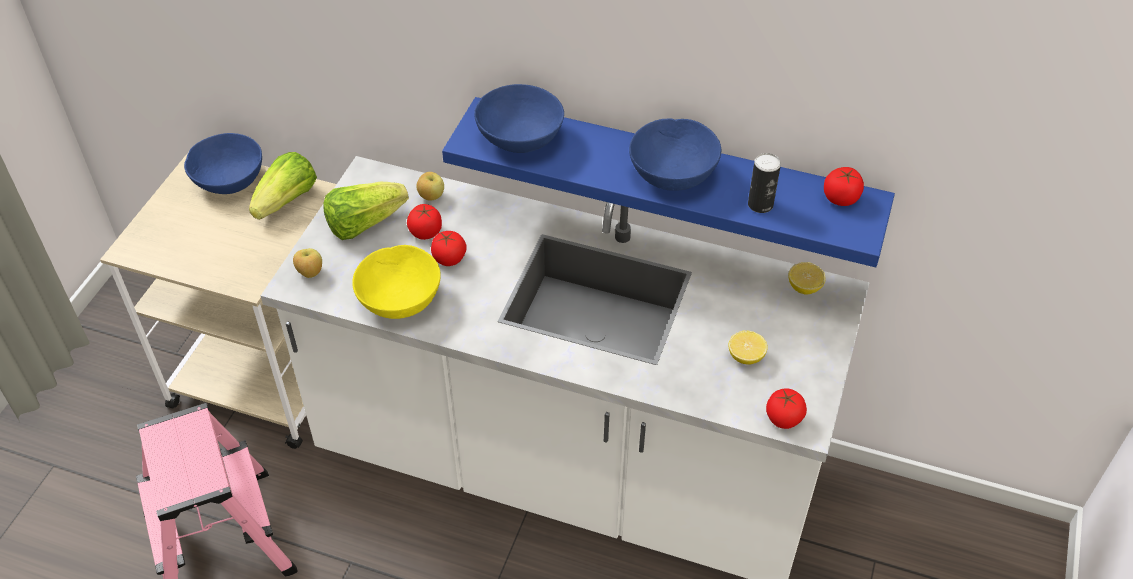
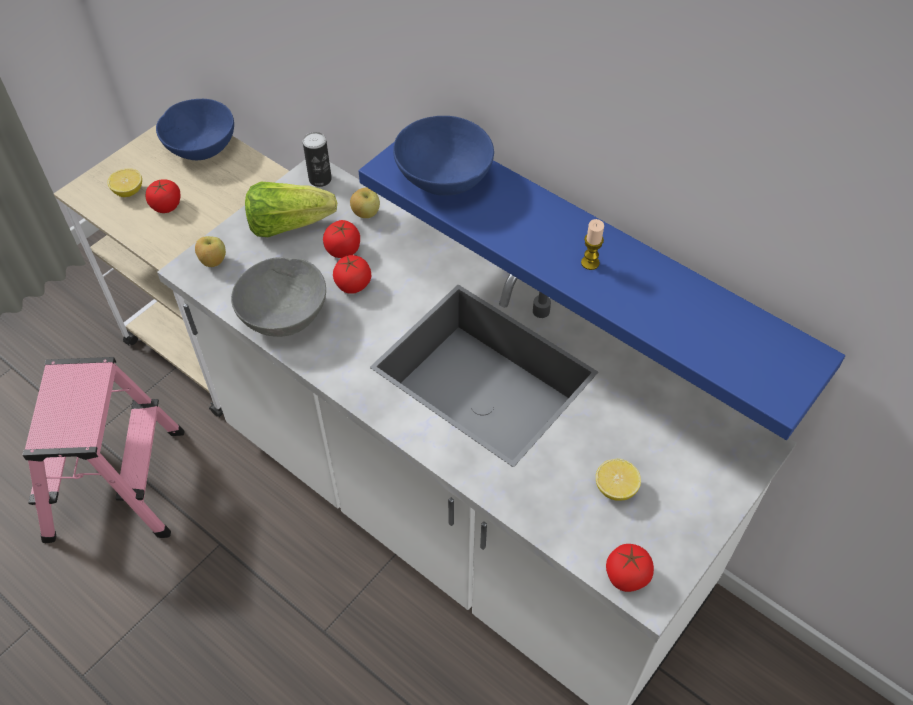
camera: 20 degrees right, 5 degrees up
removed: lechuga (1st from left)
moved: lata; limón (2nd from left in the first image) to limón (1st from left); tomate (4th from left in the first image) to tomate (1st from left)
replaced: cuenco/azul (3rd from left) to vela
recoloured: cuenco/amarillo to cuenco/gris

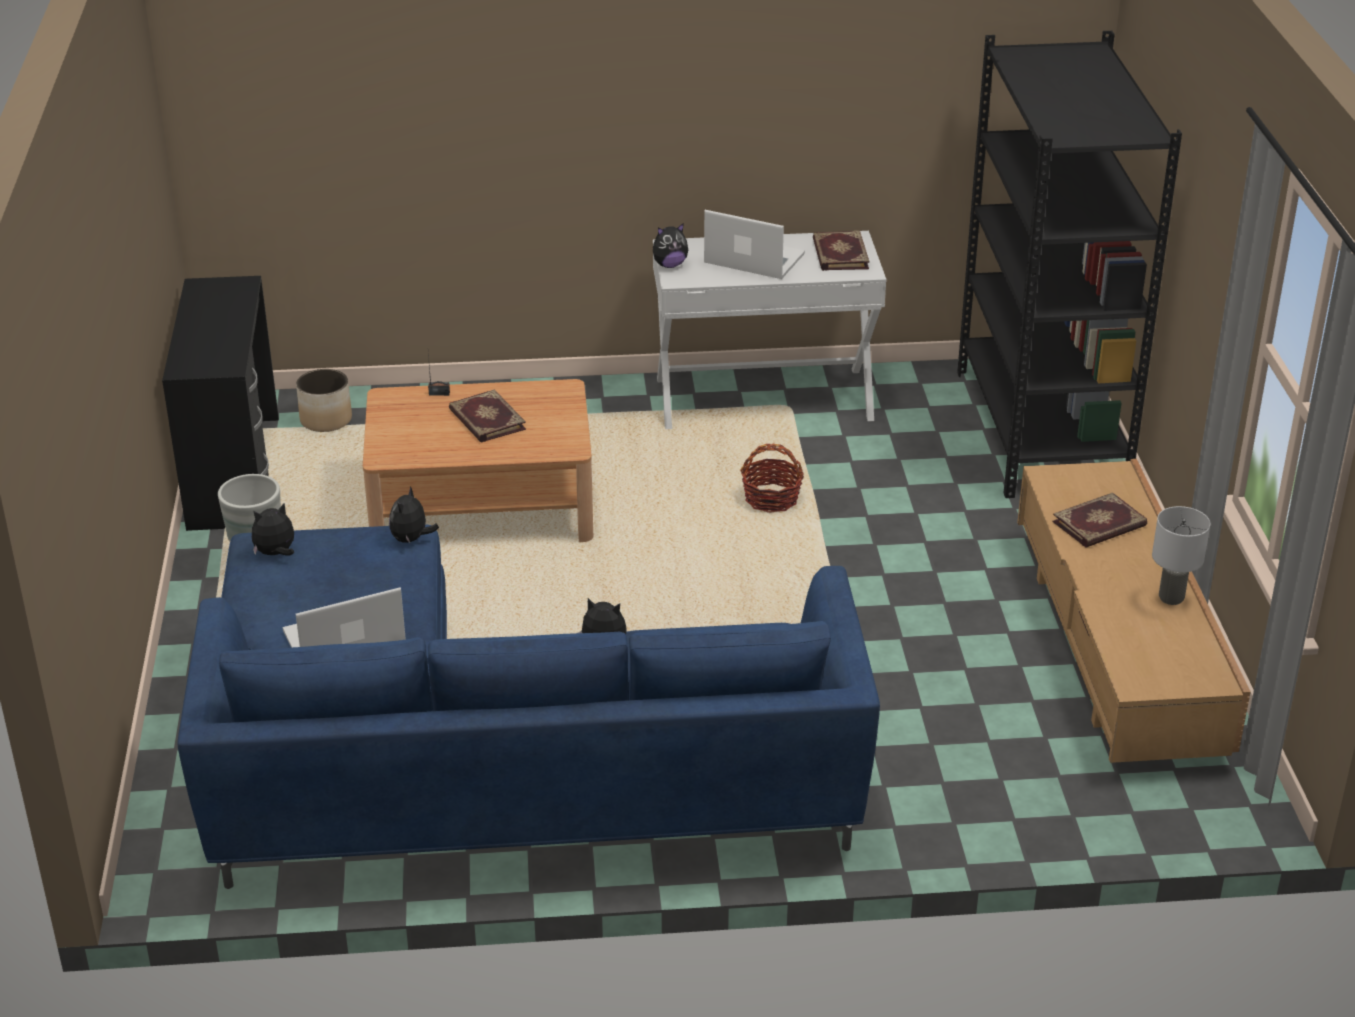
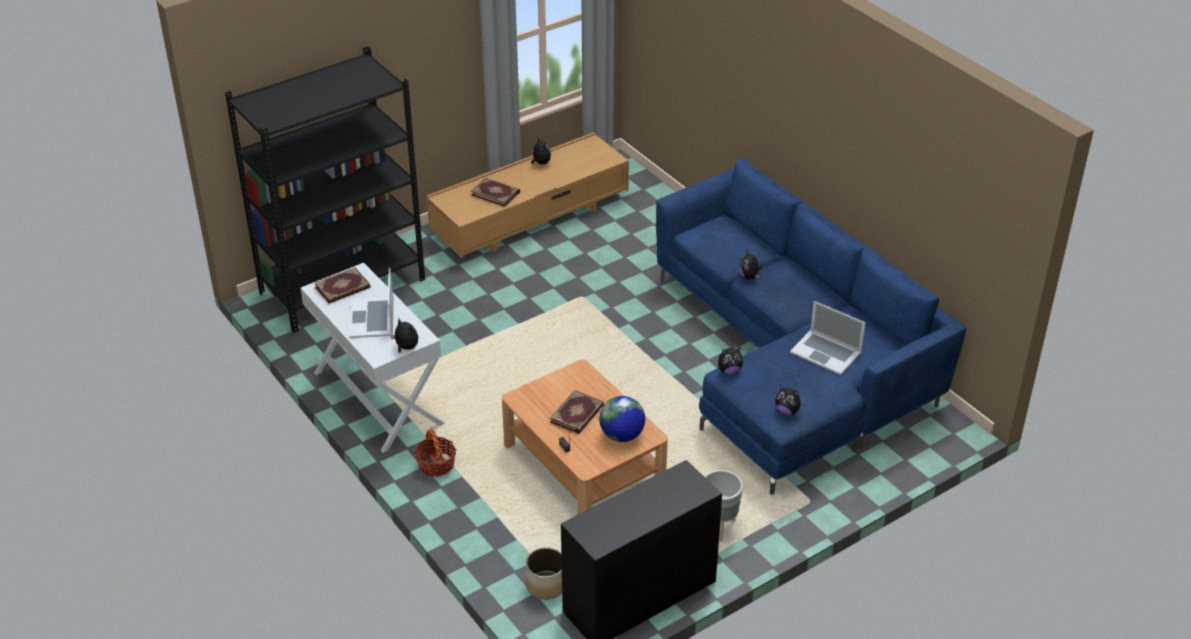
camera: 120 degrees left, 5 degrees up
added: globo terráqueo
moved: cesta
replaced: lámpara de mesa/blanco to peluche (2nd from left)

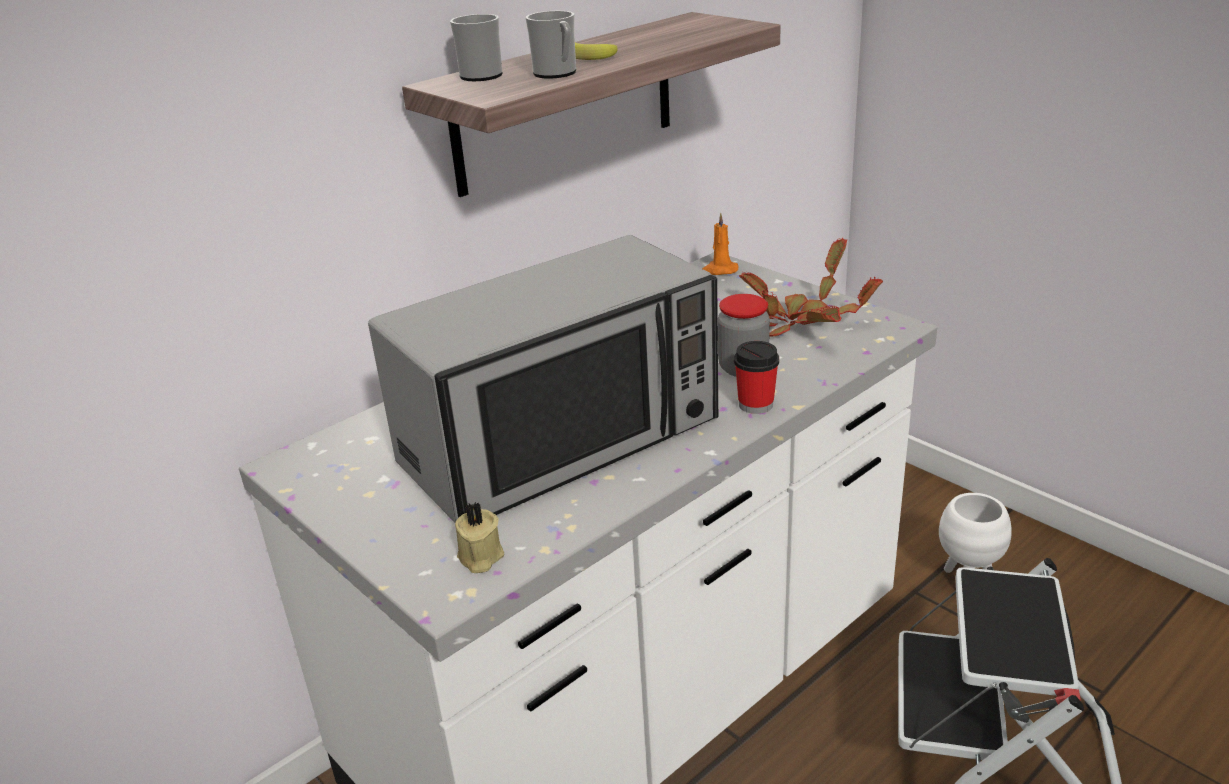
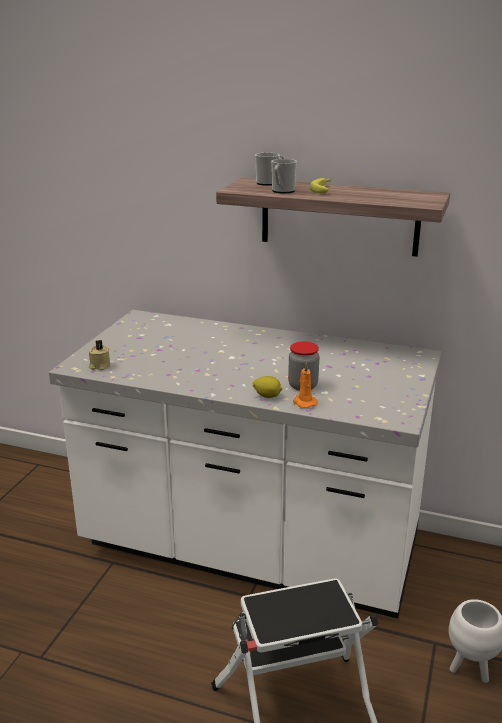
camera: 60 degrees right, 5 degrees down
removed: microondas; planta en maceta
moved: vela/naranja
replaced: taza to limón

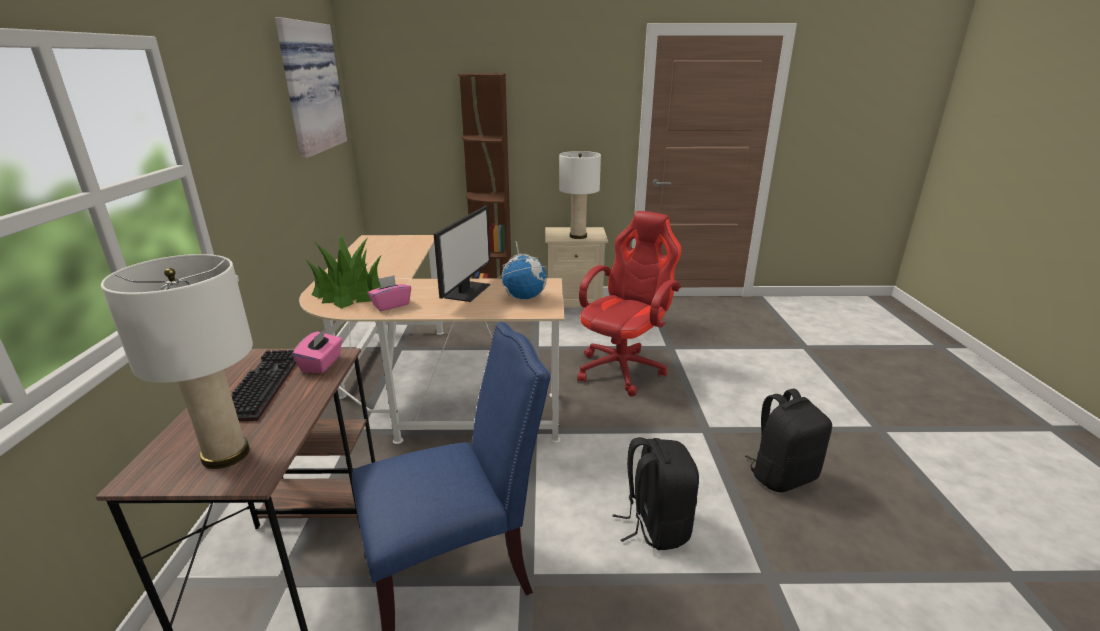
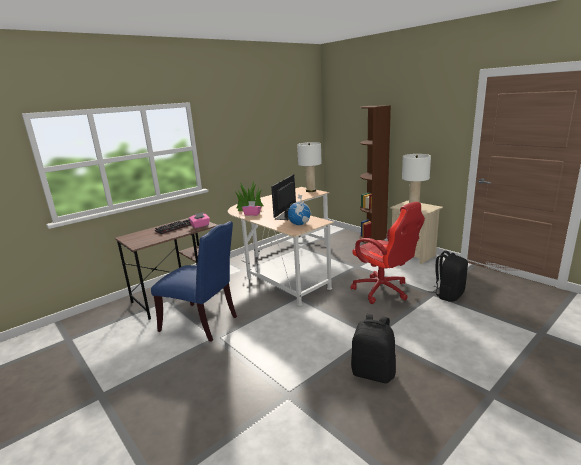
camera: 50 degrees right, 5 degrees down
removed: cuadro
moved: lámpara de mesa/blanco (1st from left); mochila/negro (1st from left in the first image) to mochila/negro (2nd from left)
turned: monitor 135 degrees clockwise; silla de oficina/rojo 60 degrees clockwise

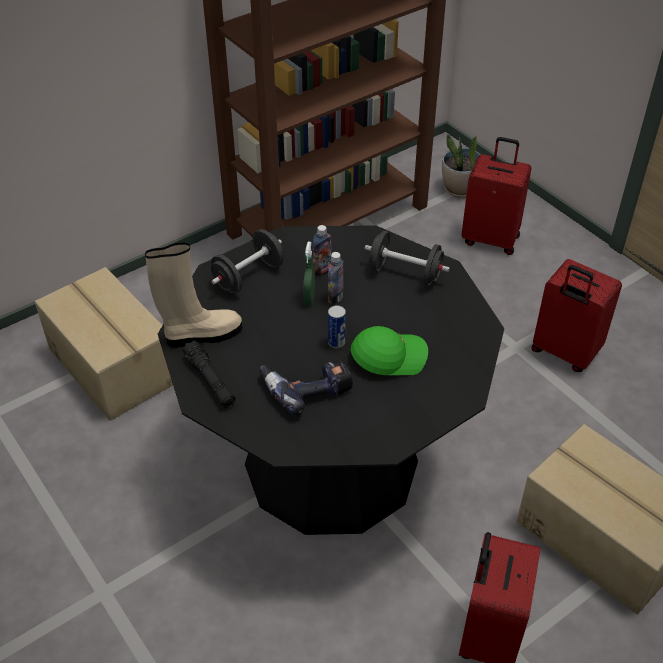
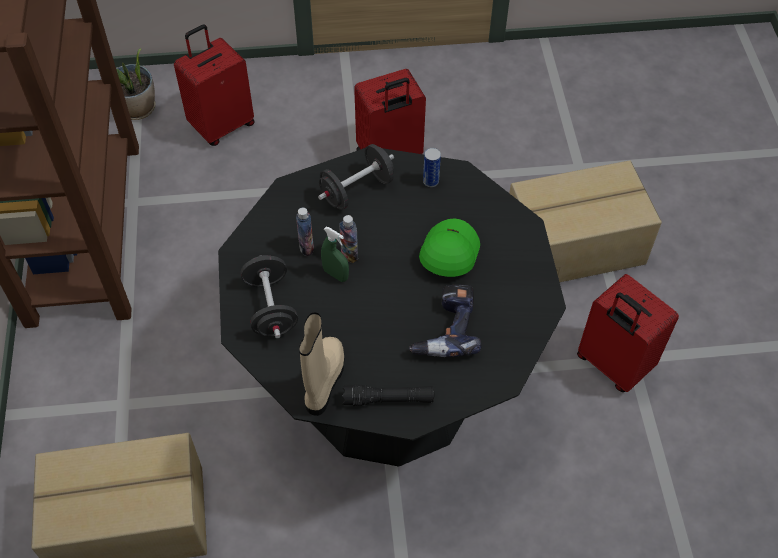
camera: 60 degrees left, 10 degrees up
moved: lata

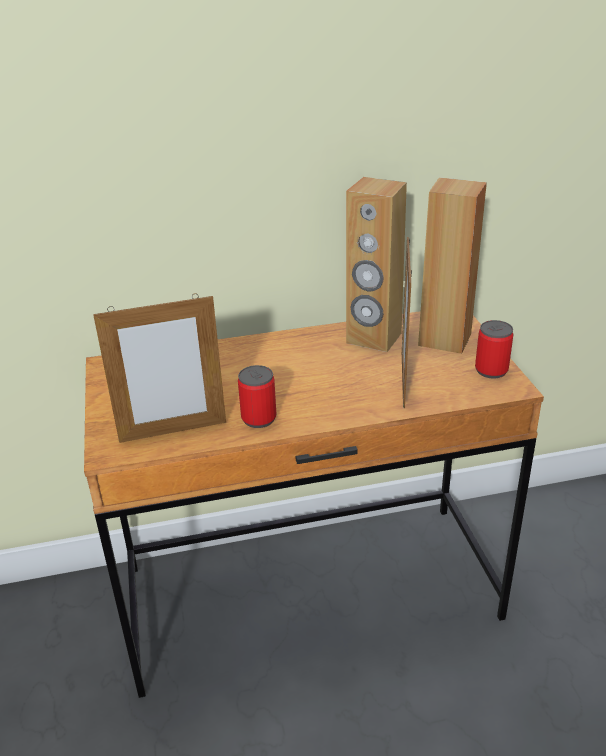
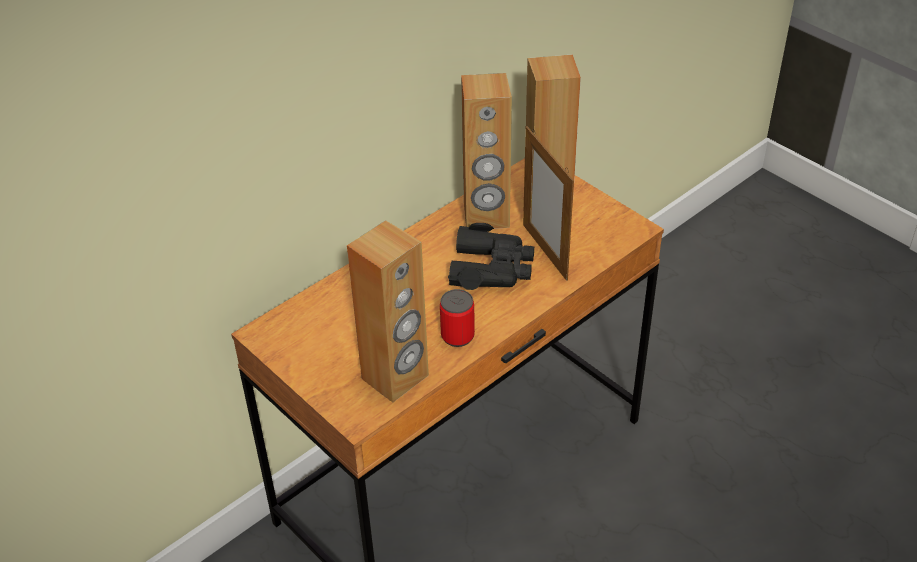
camera: 30 degrees left, 10 degrees up
removed: lata (2nd from left)
added: prismáticos/negro
replaced: portarretratos (1st from left) to altavoz/marrón (1st from left)

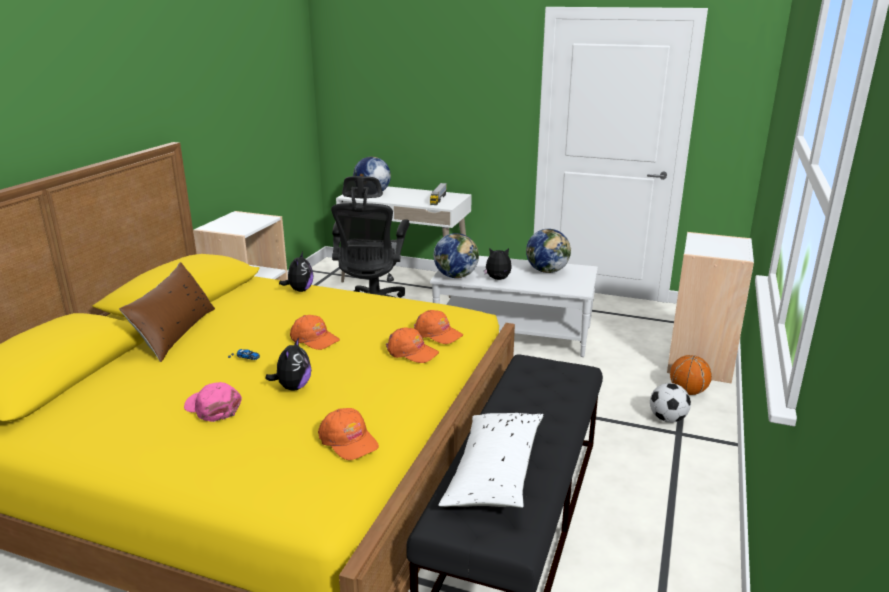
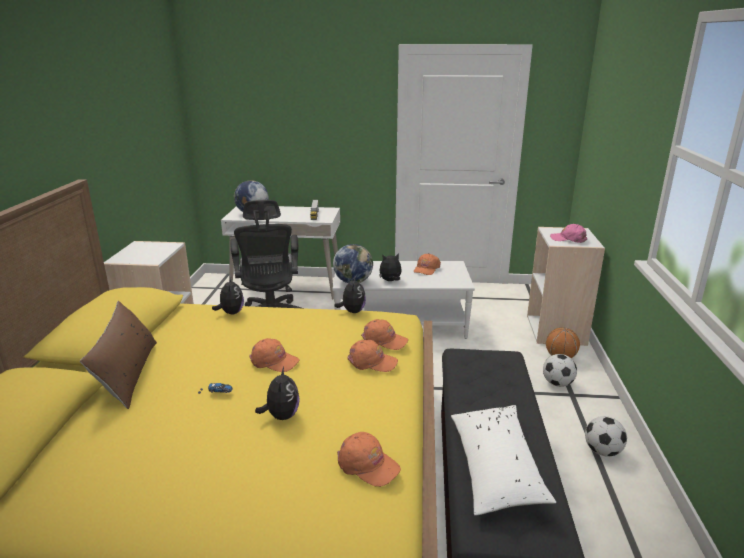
camera: 15 degrees left, 0 degrees up
added: peluche (3rd from left); balón de fútbol (2nd from left)
moved: gorra/rosa
replaced: globo terráqueo (3rd from left) to gorra/naranja (5th from left)

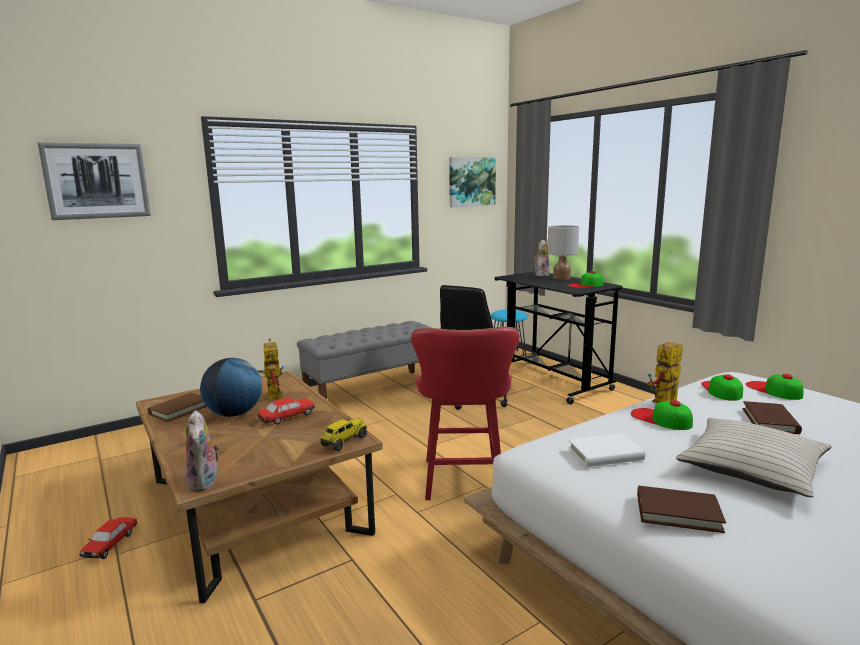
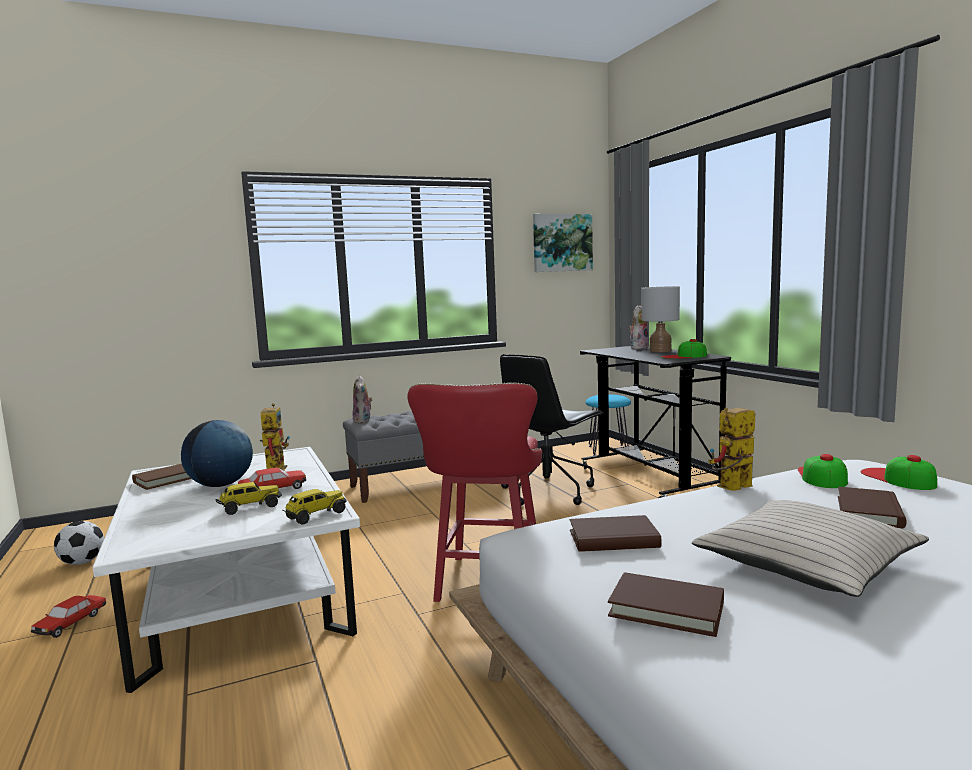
camera: 10 degrees right, 5 degrees down
removed: cuadro (1st from left); gorra (2nd from left)
added: balón de fútbol; camión de juguete (1st from left)
moved: peluche (1st from left)
recoloured: mesa de centro/marrón to mesa de centro/blanco; libro/blanco to libro/marrón (2nd from left)

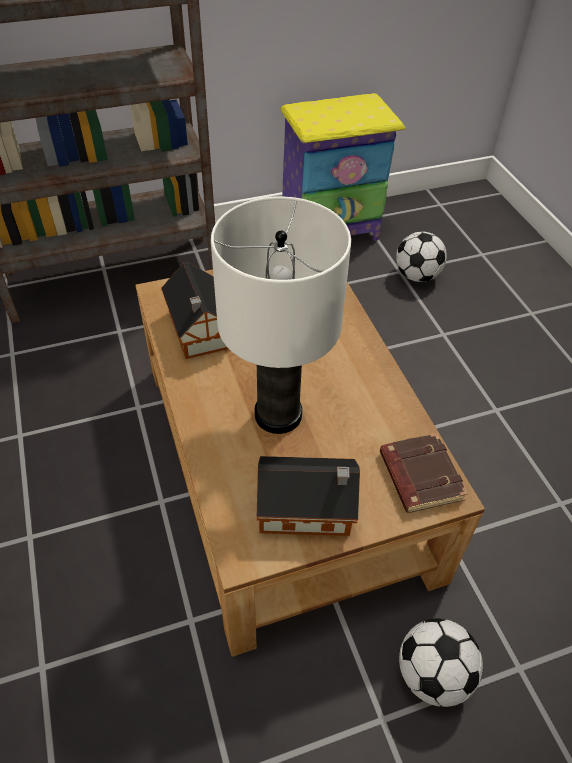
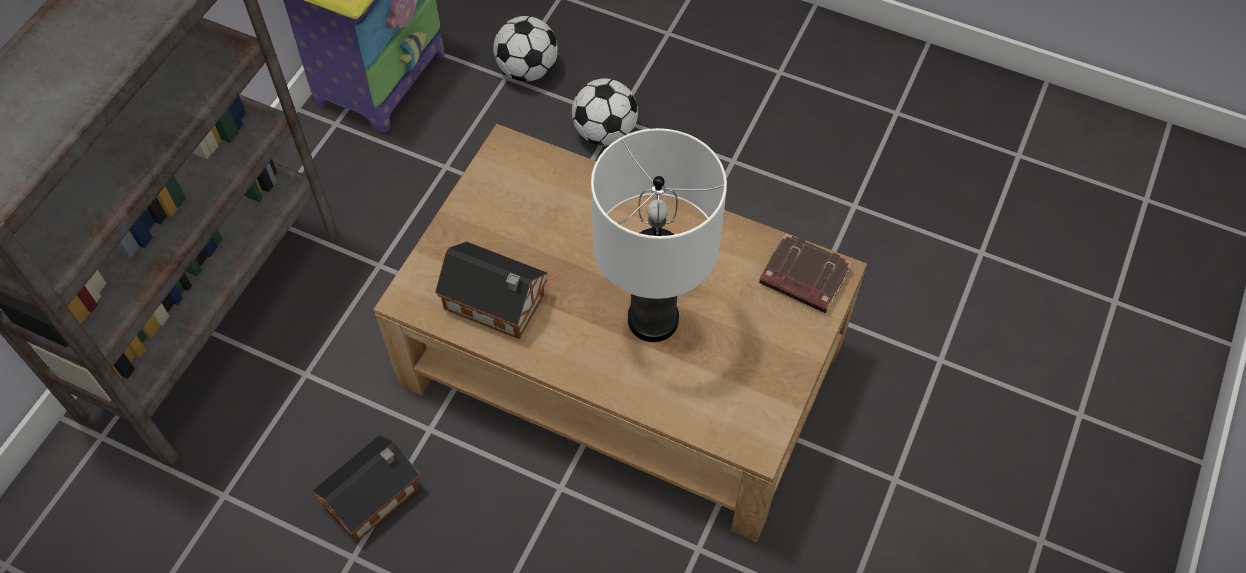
camera: 45 degrees left, 10 degrees up
moved: casita (2nd from left in the first image) to casita (1st from left); balón de fútbol (2nd from left)

